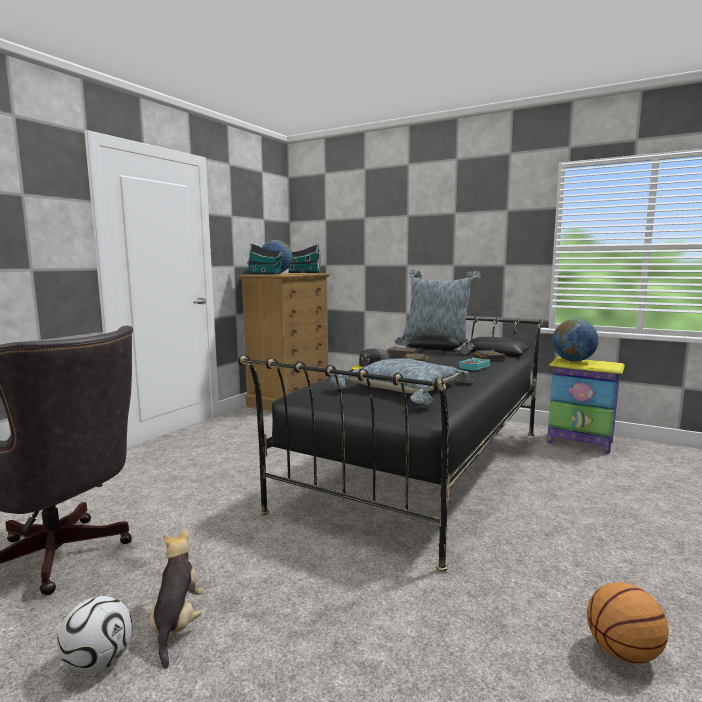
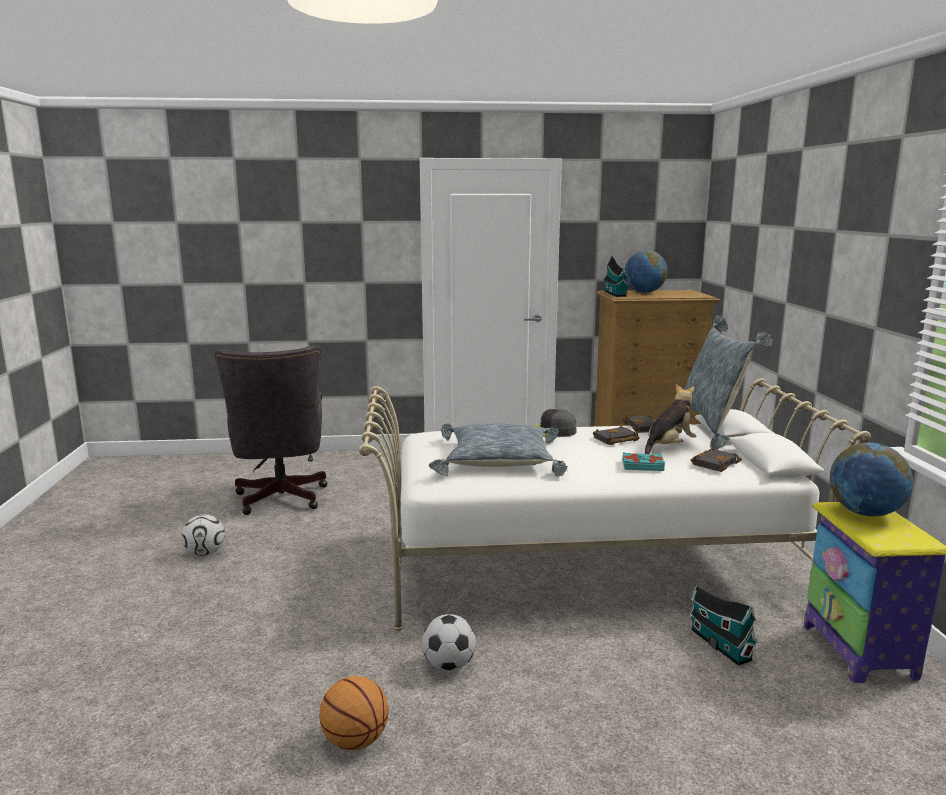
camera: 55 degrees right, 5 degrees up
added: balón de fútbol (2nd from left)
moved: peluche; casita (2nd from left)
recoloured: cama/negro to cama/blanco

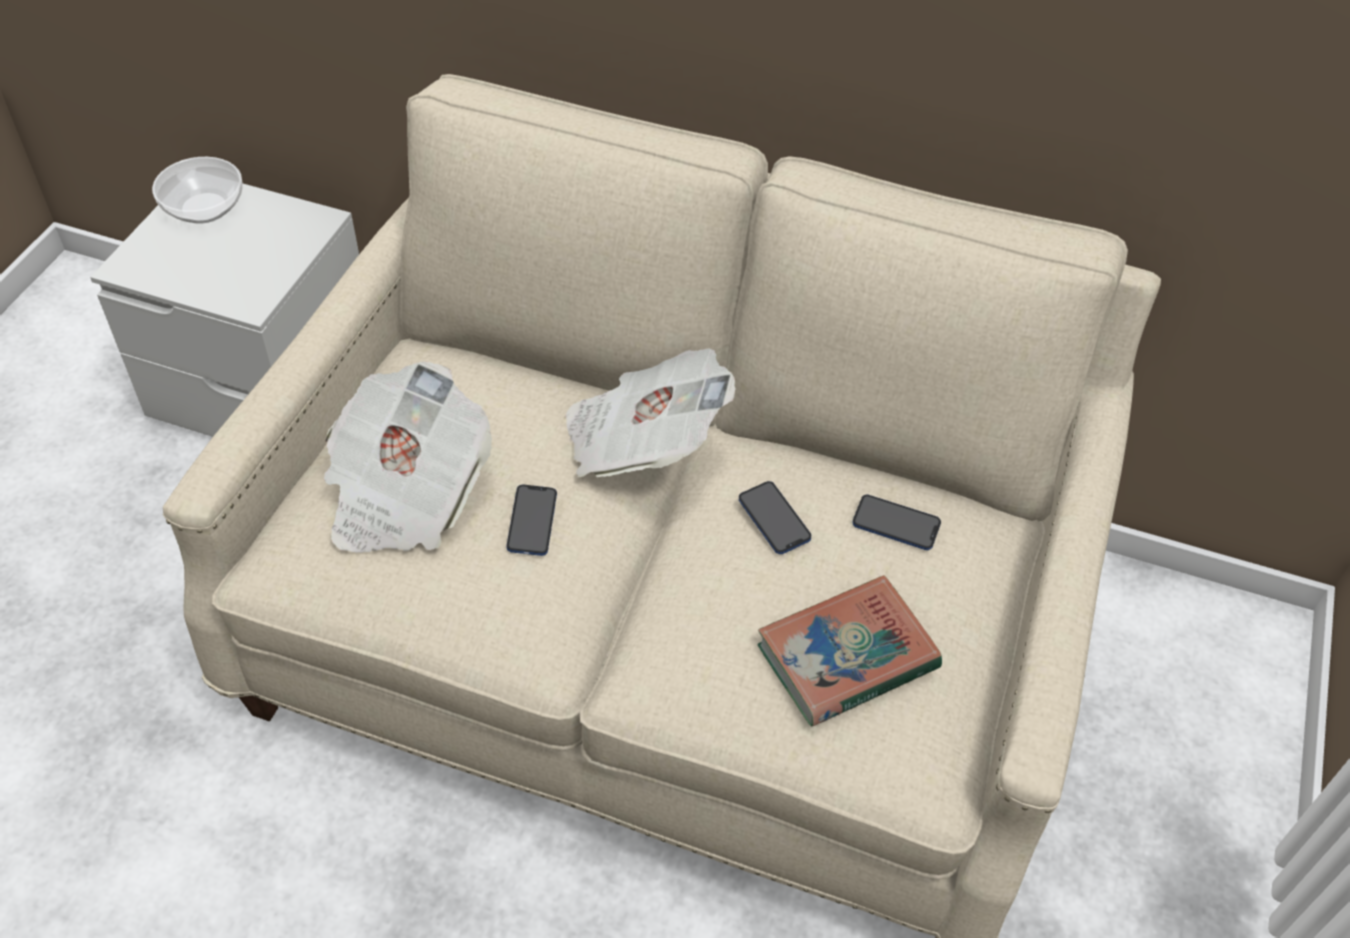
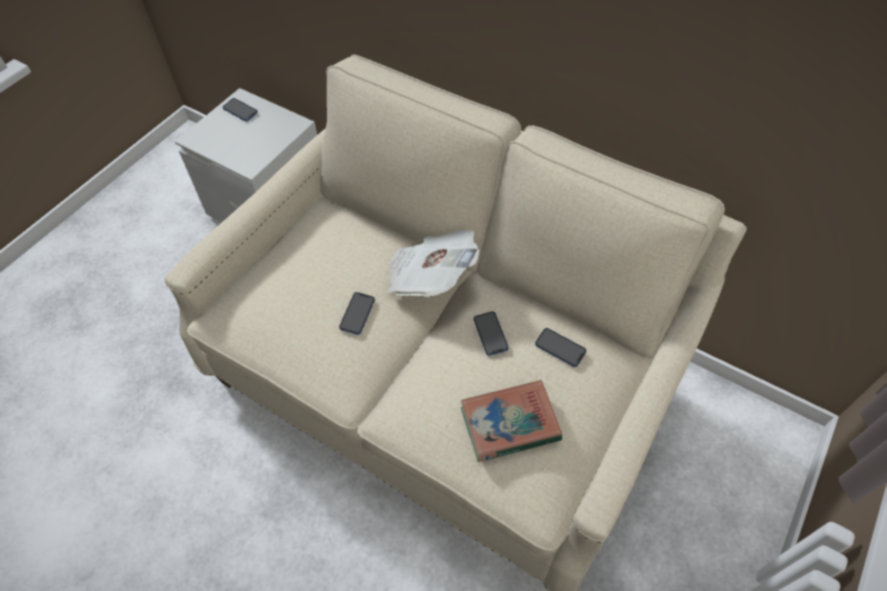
camera: 15 degrees right, 5 degrees up
removed: periódico (1st from left)
replaced: cuenco to móvil (1st from left)

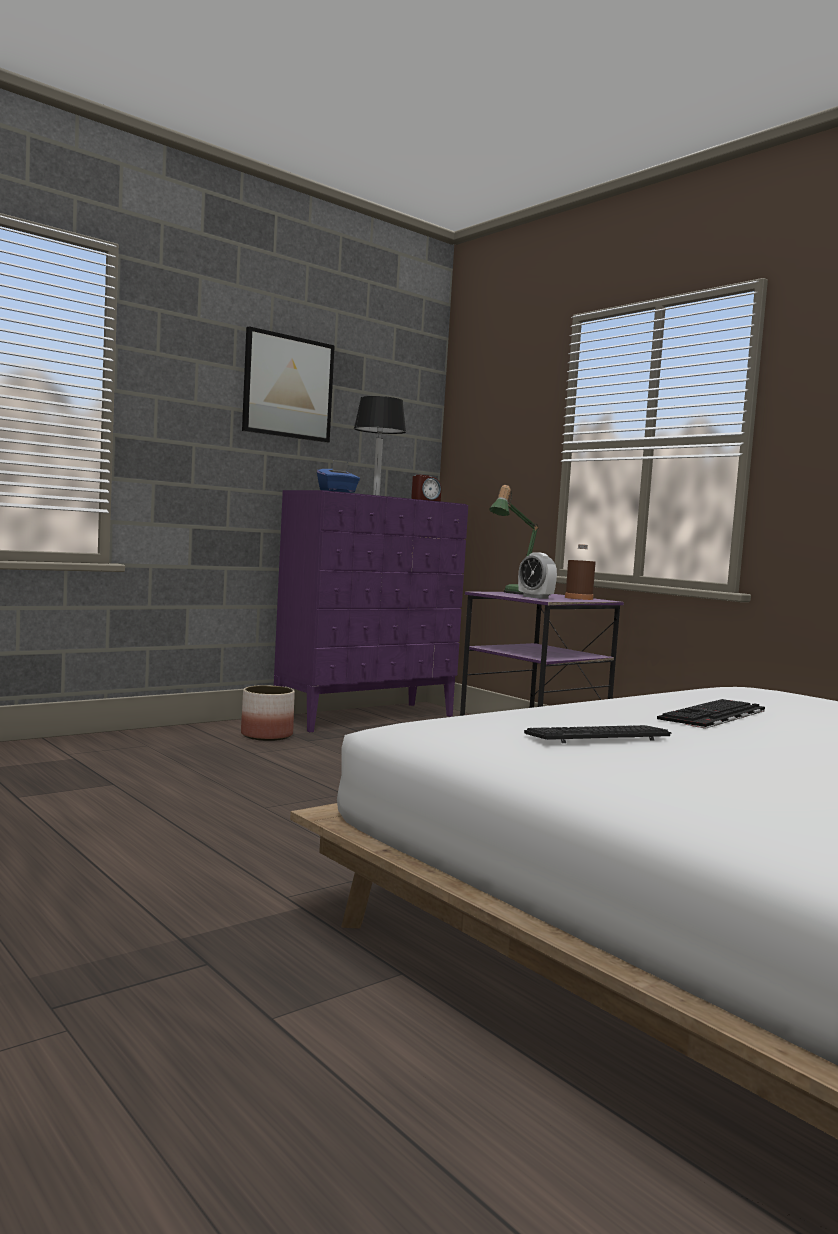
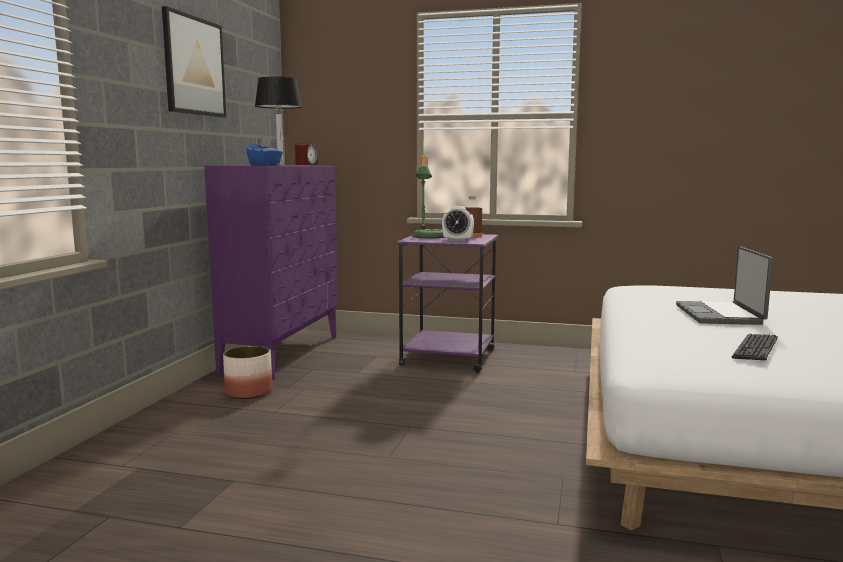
camera: 35 degrees left, 5 degrees up
replaced: teclado (2nd from left) to portátil

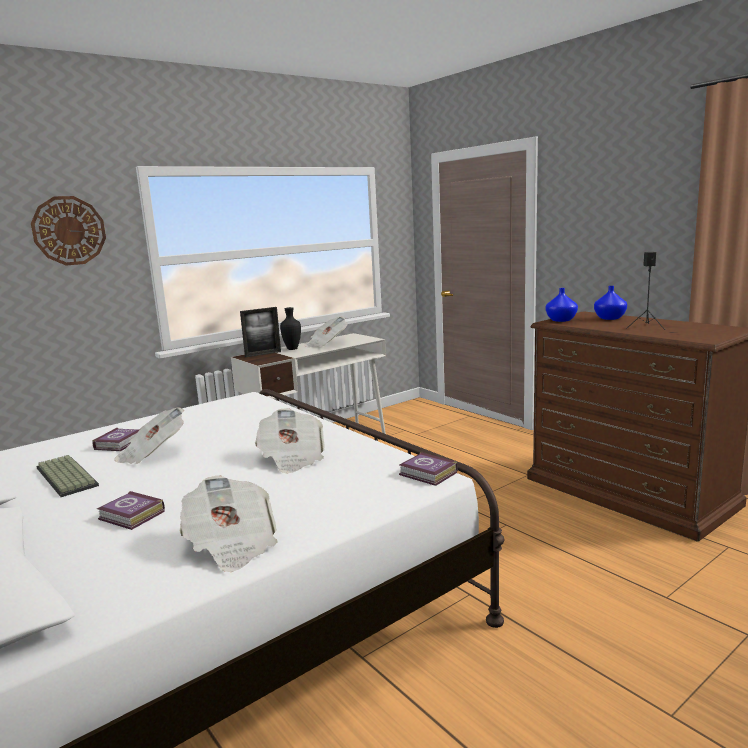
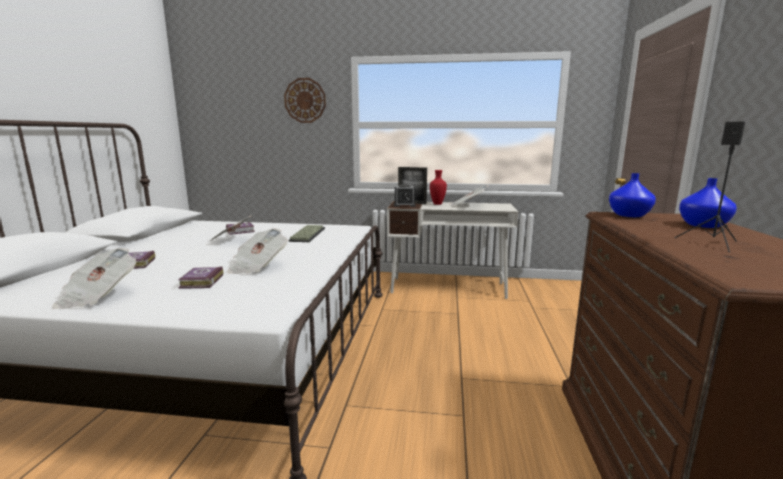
camera: 45 degrees right, 0 degrees up
added: despertador
moved: teclado; libro (3rd from left in the first image) to libro (2nd from left)
recoloured: florero/negro to florero/rojo

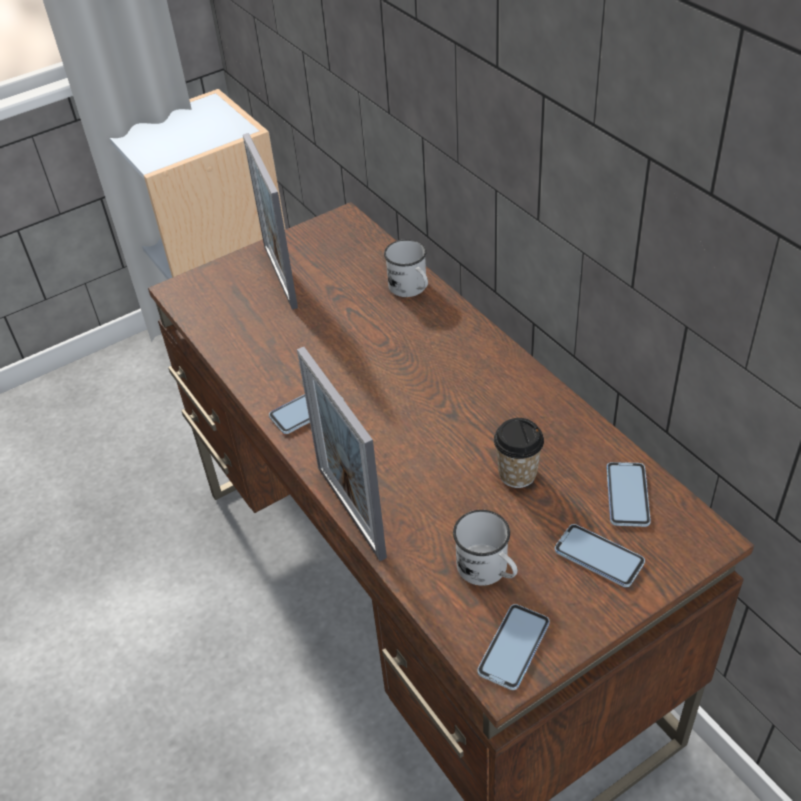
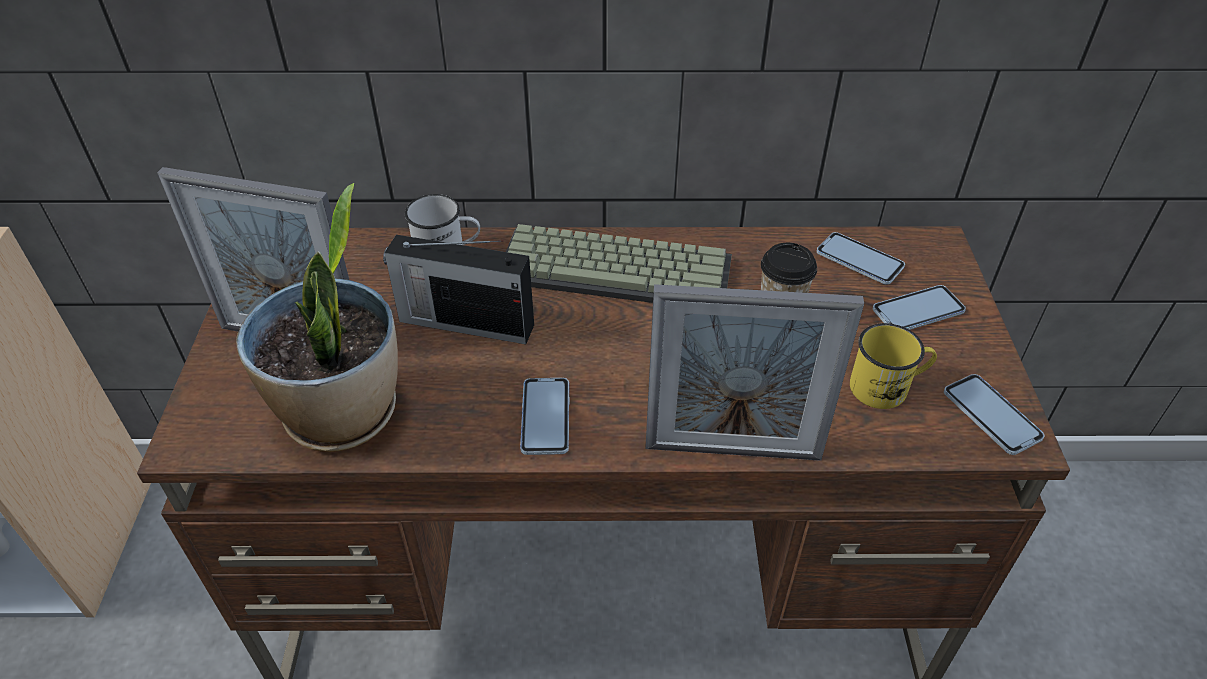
camera: 60 degrees left, 0 degrees up
added: planta en maceta; radio; teclado
recoloured: taza grande/blanco (2nd from left) to taza grande/amarillo

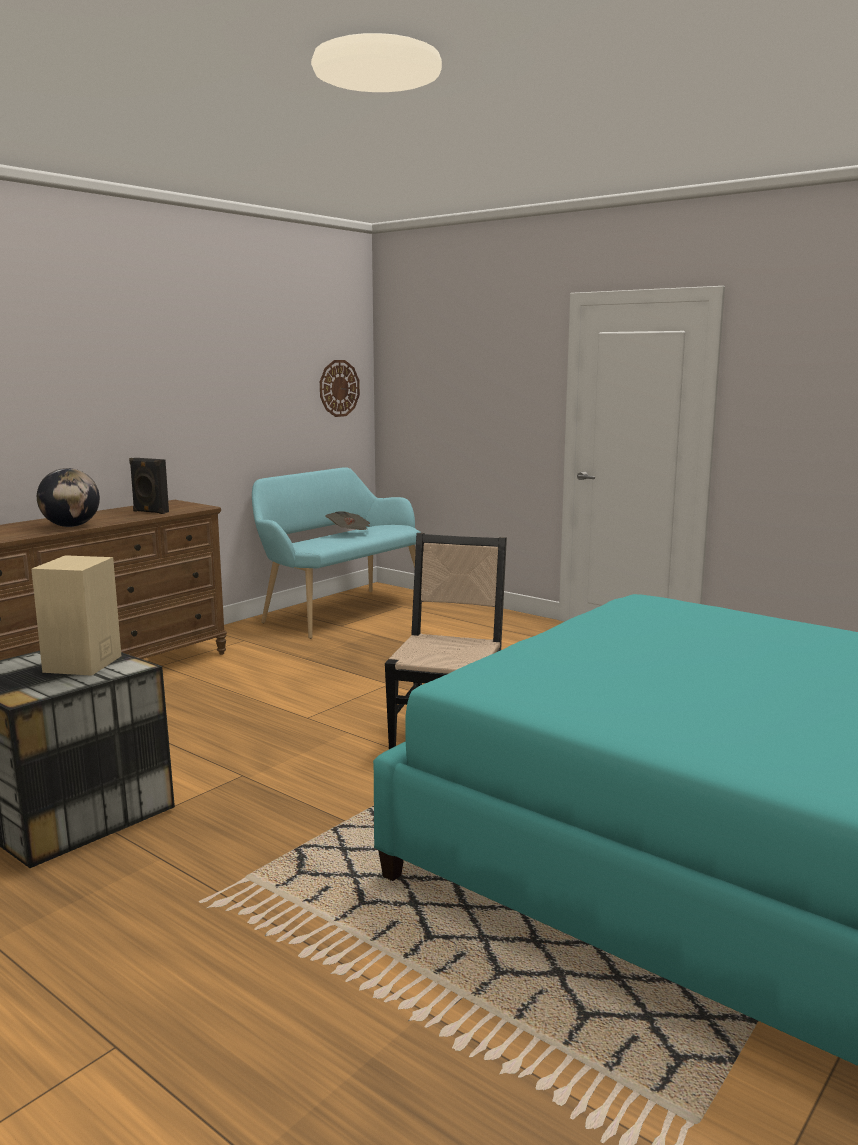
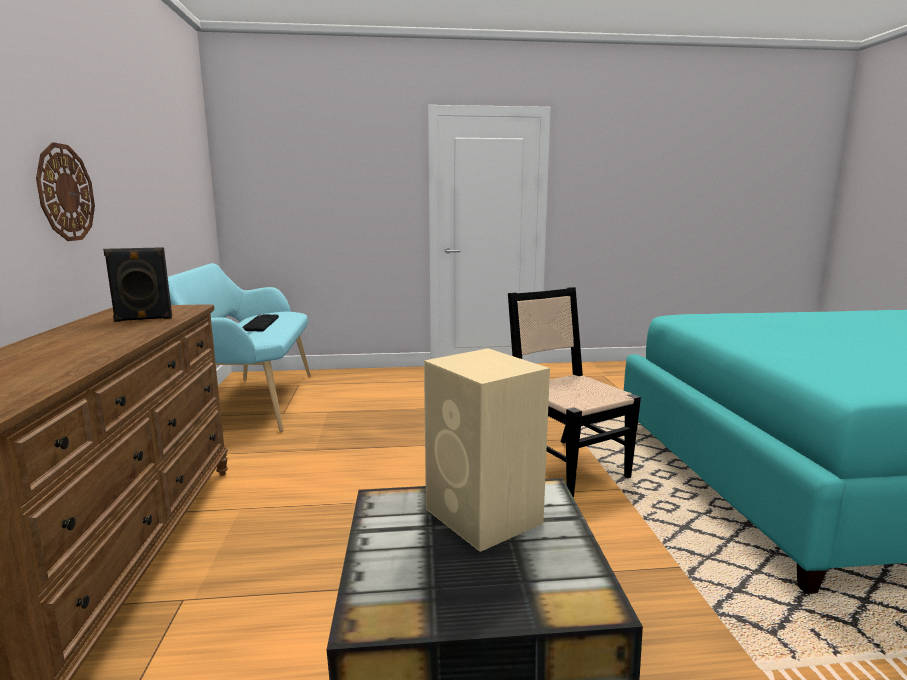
camera: 45 degrees left, 0 degrees up
removed: globo terráqueo
moved: reloj de pared
replaced: periódico to teclado

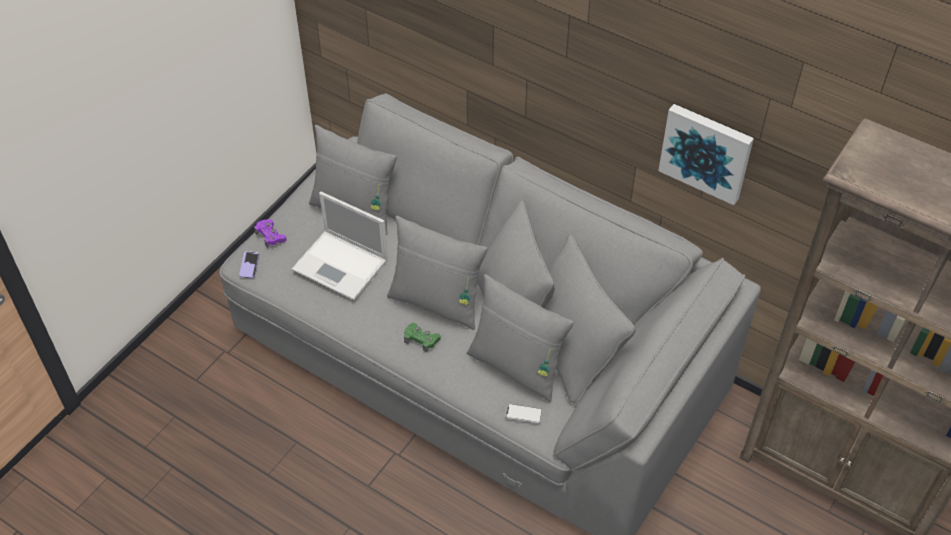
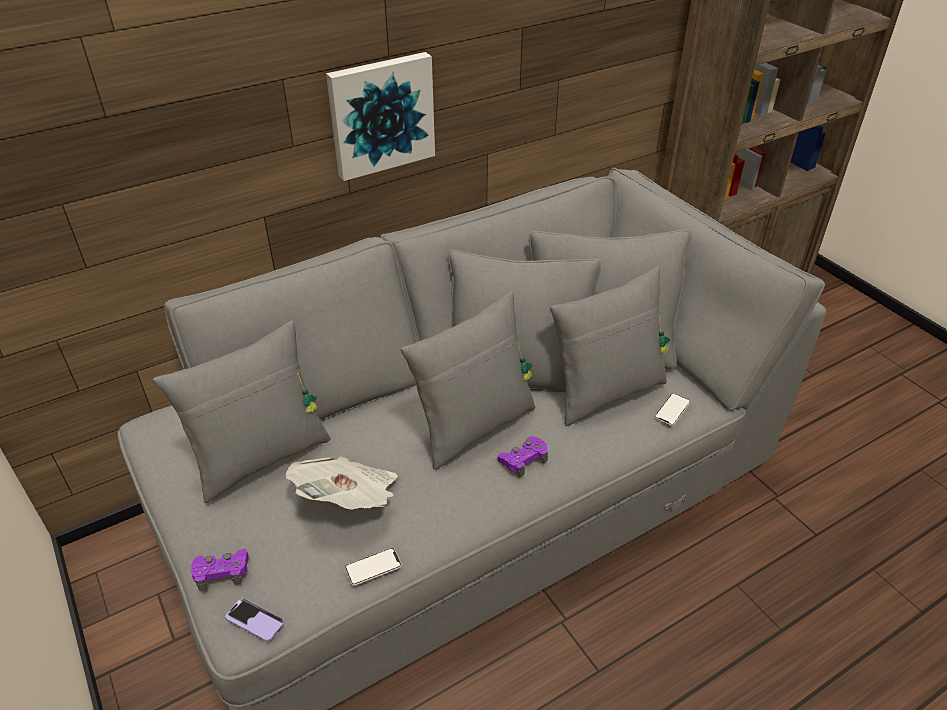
camera: 65 degrees left, 10 degrees down
added: móvil (2nd from left)
moved: cuadro
replaced: portátil to periódico
recoloured: mando de consola/verde to mando de consola/morado (2nd from left)

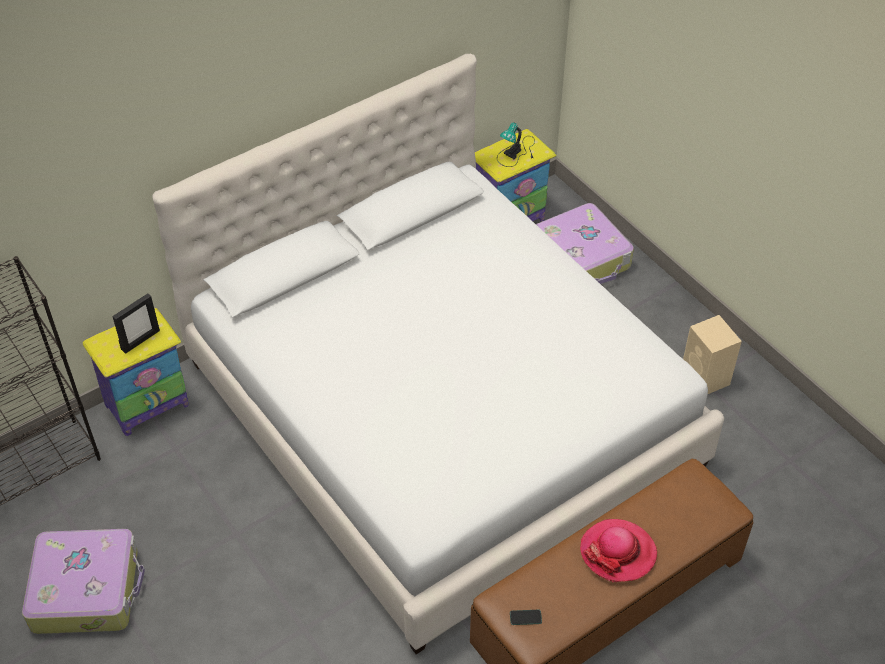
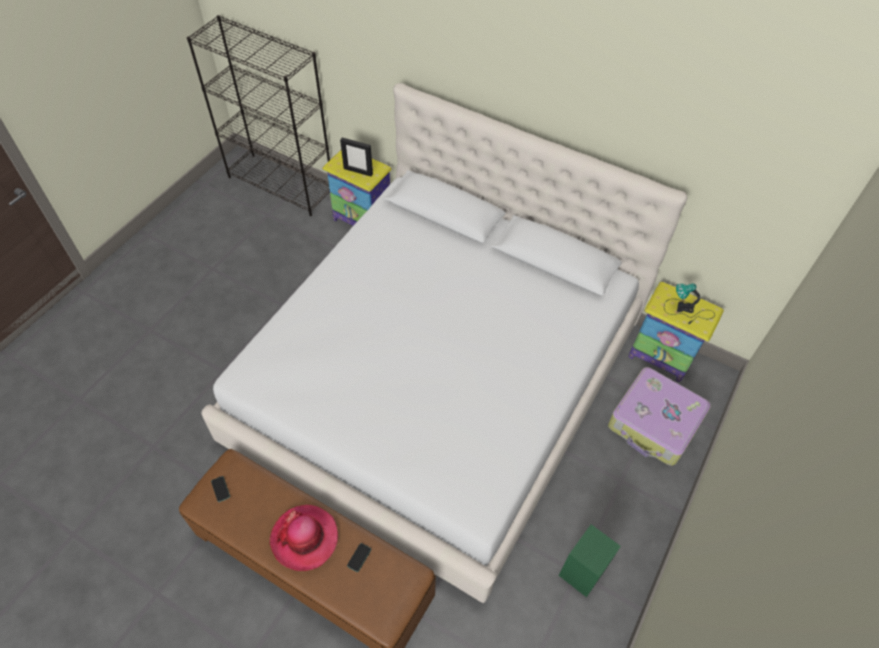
camera: 65 degrees right, 5 degrees up
removed: maleta (1st from left)
added: móvil (2nd from left)
recoloured: altavoz/beis to altavoz/verde

